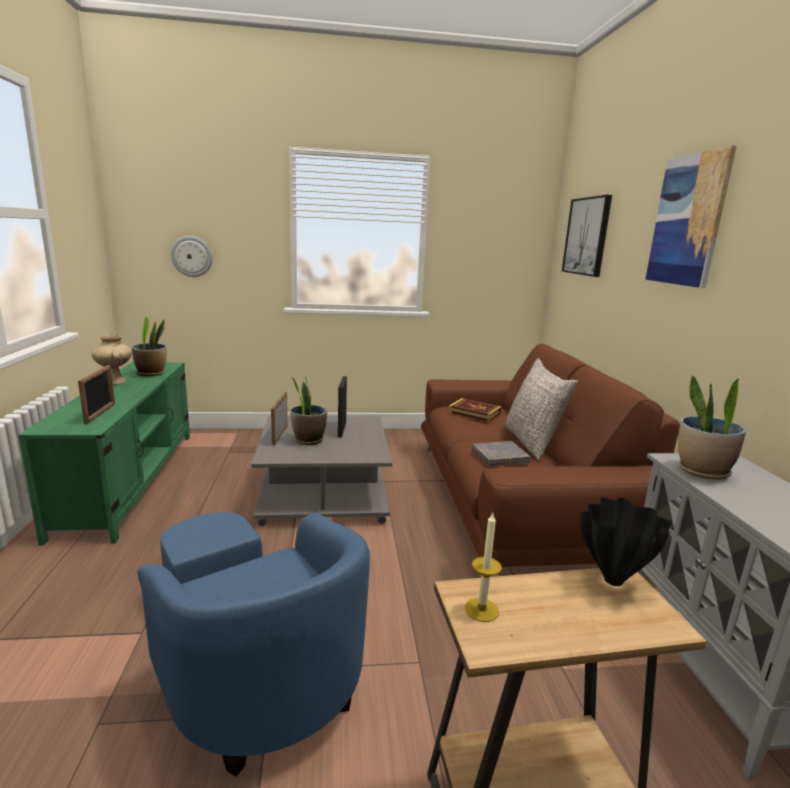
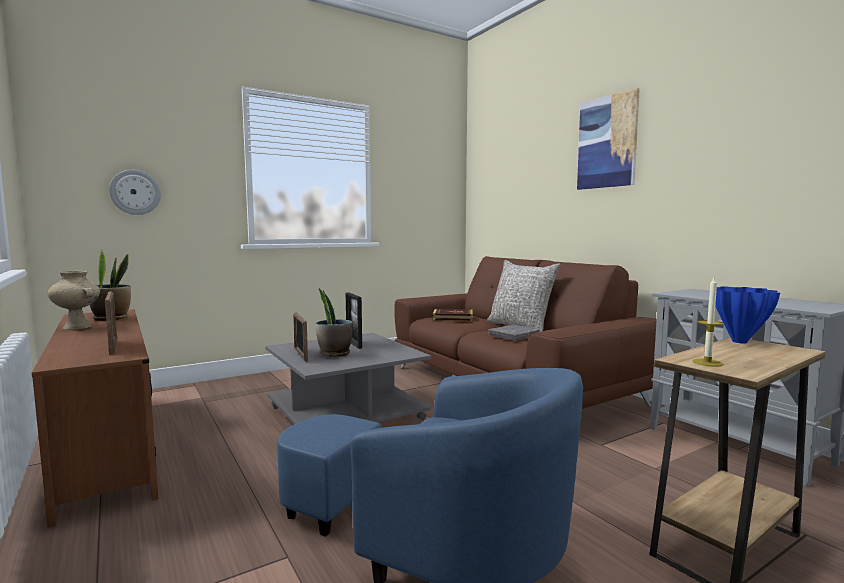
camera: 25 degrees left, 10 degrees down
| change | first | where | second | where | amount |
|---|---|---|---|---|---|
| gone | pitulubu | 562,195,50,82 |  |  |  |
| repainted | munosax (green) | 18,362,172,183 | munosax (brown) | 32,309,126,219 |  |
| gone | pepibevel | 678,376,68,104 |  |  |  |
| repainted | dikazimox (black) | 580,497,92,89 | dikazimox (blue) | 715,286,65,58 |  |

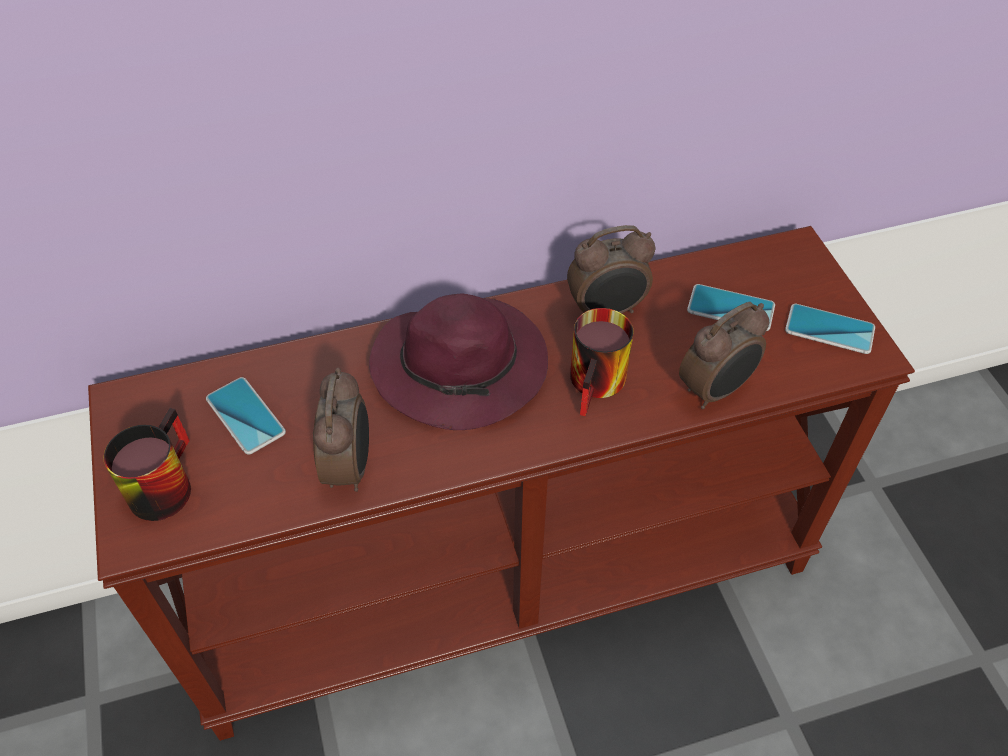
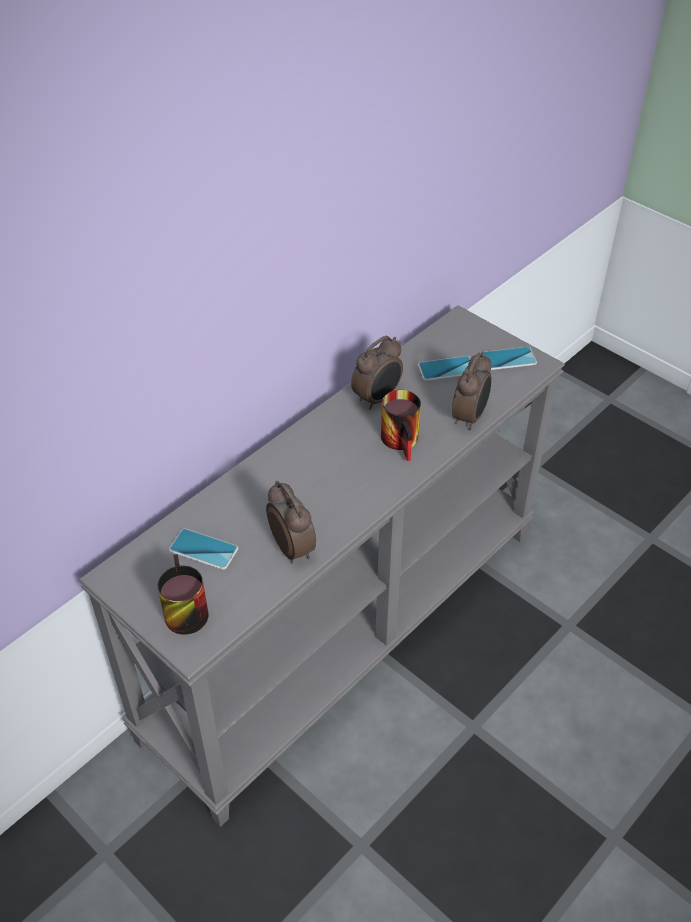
camera: 30 degrees left, 5 degrees down
| change | first | where | second | where | amount |
|---|---|---|---|---|---|
| repainted | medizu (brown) | 88,226,827,515 | medizu (grey) | 79,305,486,522 |  |
| gone | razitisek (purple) | 369,293,179,137 |  |  |  |

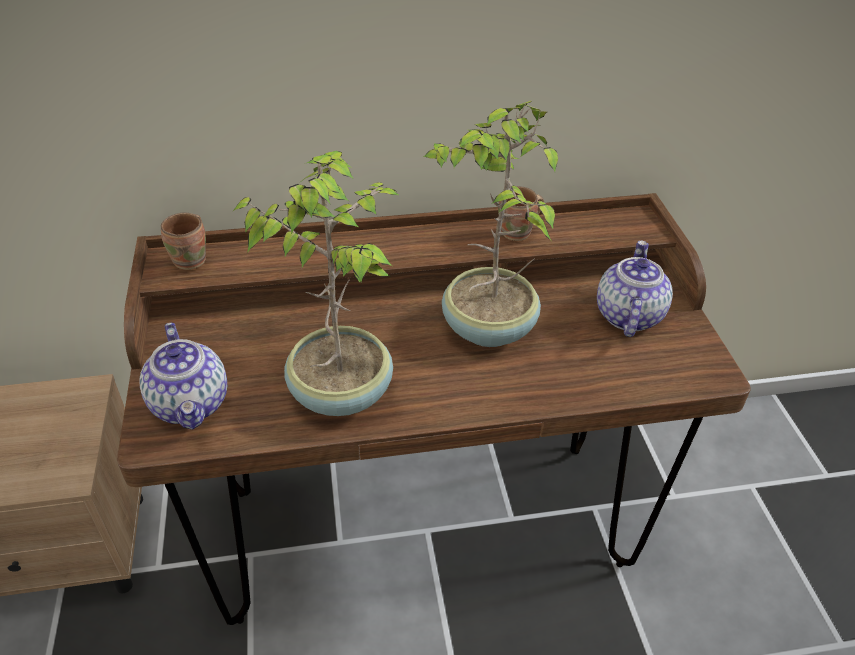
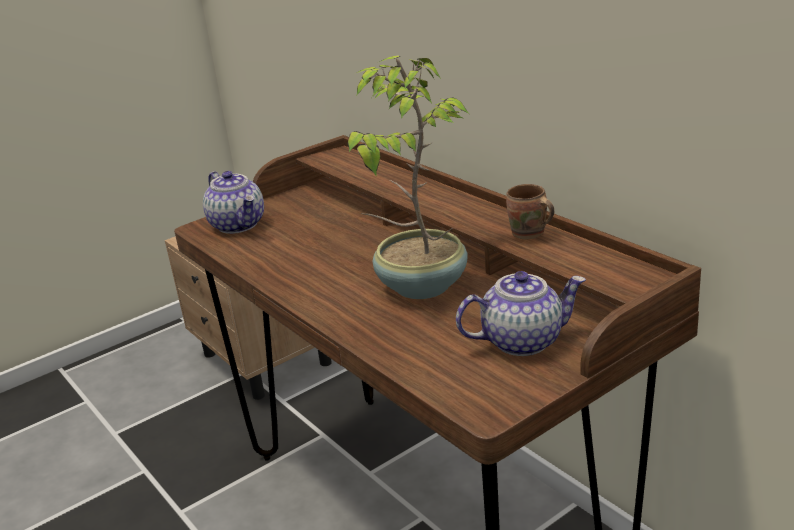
camera: 65 degrees right, 15 degrees down
| change | first | where | second | where | amount |
|---|---|---|---|---|---|
| gone | pepibevel | 233,150,165,266 |  |  |  |
| gone | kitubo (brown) | 161,212,45,58 |  |  |  |
| rotated | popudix | 140,323,87,107 |  | 203,171,61,63 | 75 degrees counterclockwise |

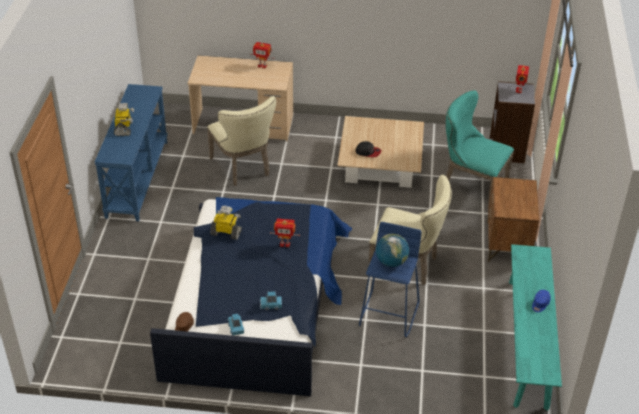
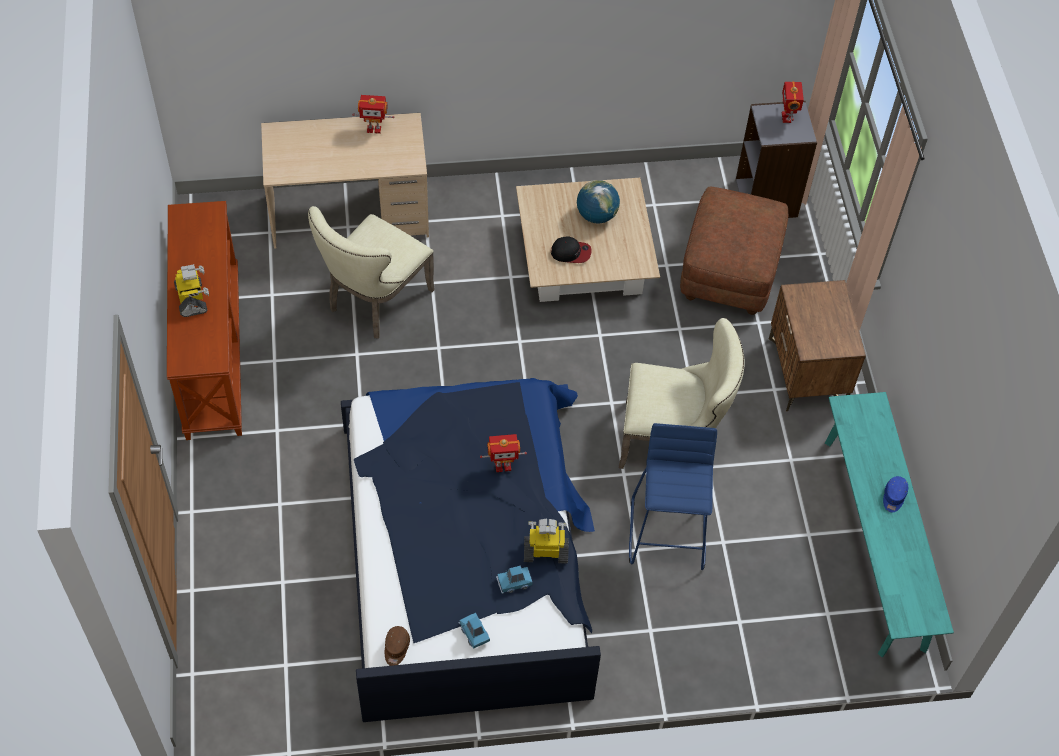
camera: 15 degrees left, 15 degrees up
| change | first | where | second | where | amount |
|---|---|---|---|---|---|
| repainted | medizu (blue) | 94,84,74,137 | medizu (brown) | 167,201,75,239 |  |
| swapped | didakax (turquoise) | 446,90,68,117 | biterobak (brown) | 680,186,108,129 |  |
| rotated | didakax (beige) | 207,96,69,90 |  | 308,206,127,133 | 75 degrees clockwise |
| shifted | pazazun | 210,205,32,35 |  | 524,519,45,45 |  |
| shifted | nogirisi | 376,234,33,33 |  | 577,180,43,43 |  |

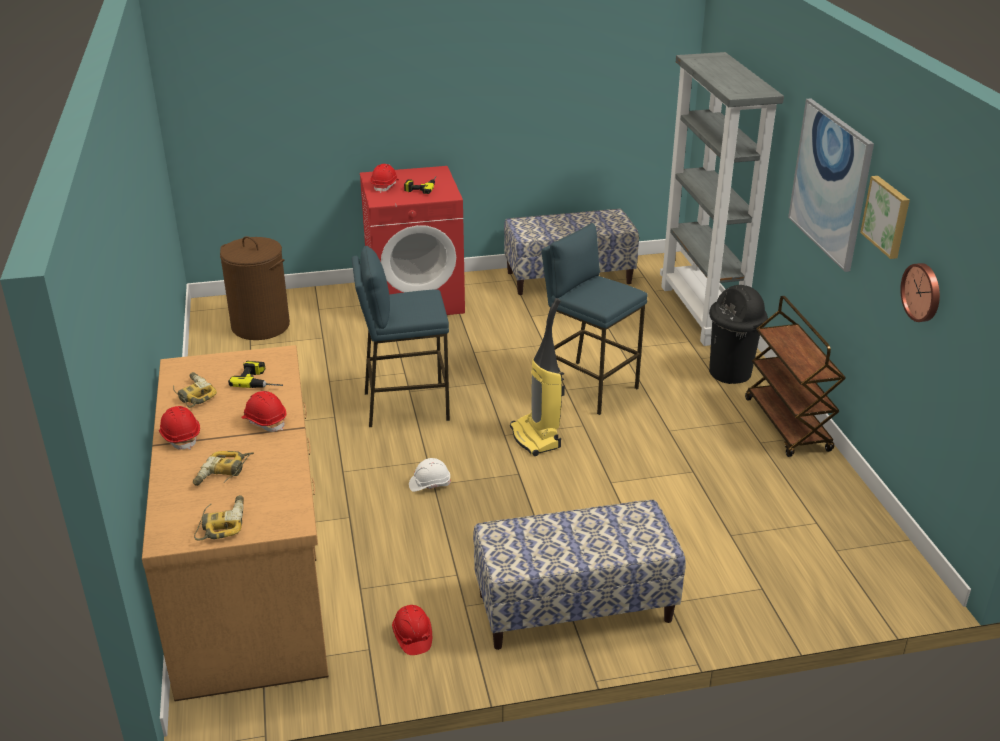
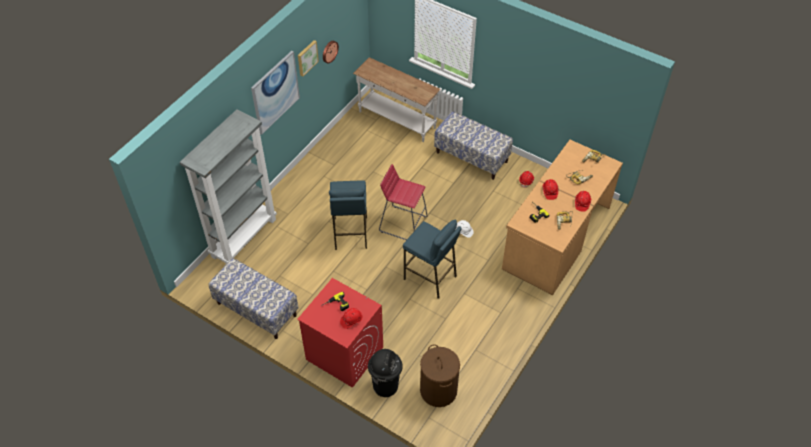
camera: 135 degrees left, 20 degrees up
| change | first | where | second | where | amount |
|---|---|---|---|---|---|
| shifted | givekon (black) | 709,285,59,99 |  | 368,349,35,48 |  |
| gone | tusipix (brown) | 745,296,101,161 |  |  |  |
| swapped | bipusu | 510,298,55,158 | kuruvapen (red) | 379,164,49,76 |  |
| new |  |  | medizu (white) | 353,57,87,85 |  |

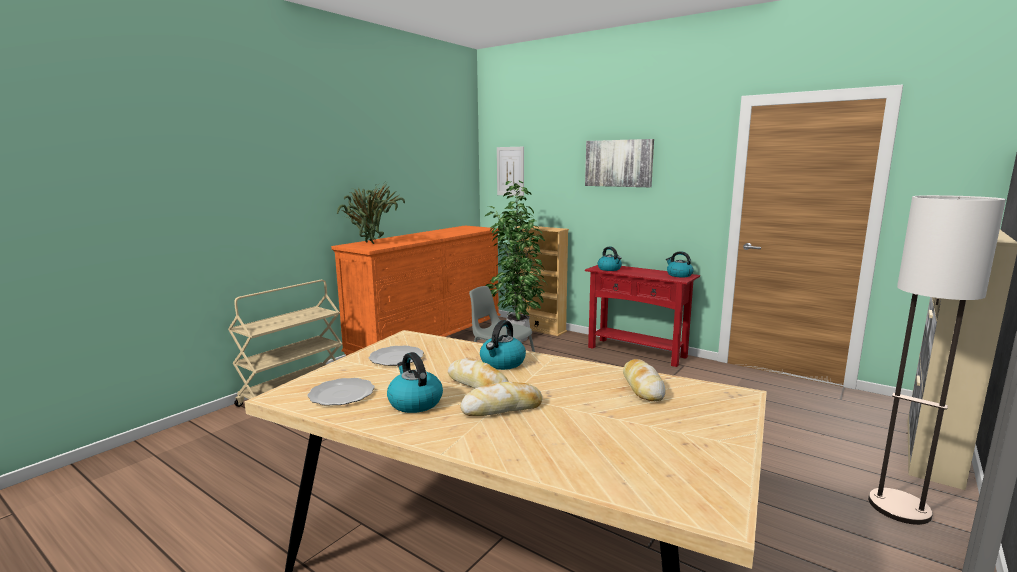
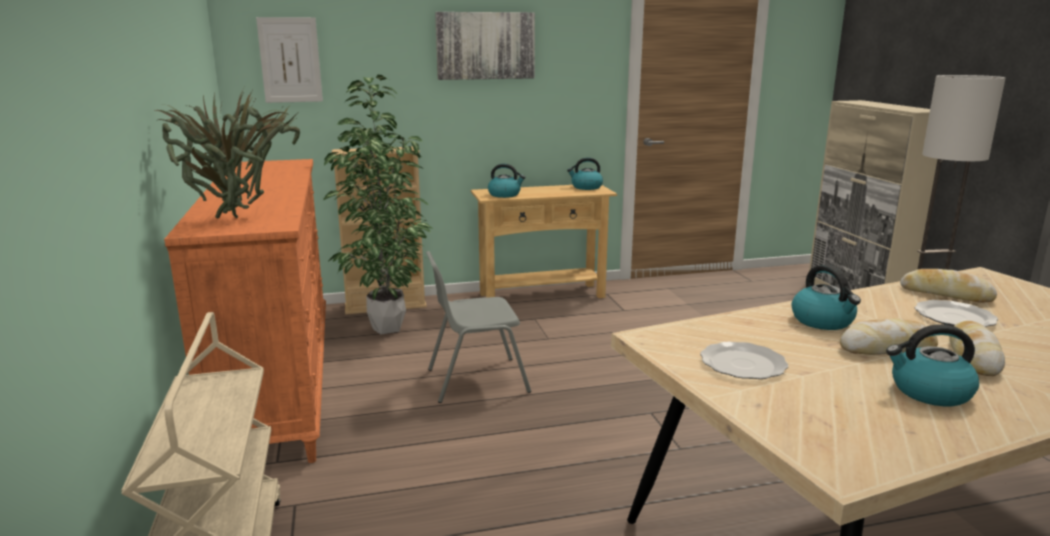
camera: 50 degrees left, 5 degrees up
| change | first | where | second | where | amount |
|---|---|---|---|---|---|
| repainted | medizu (red) | 585,265,115,102 | medizu (beige) | 471,185,146,113 |  |
| shifted | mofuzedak | 307,378,68,28 |  | 914,300,84,27 |  |

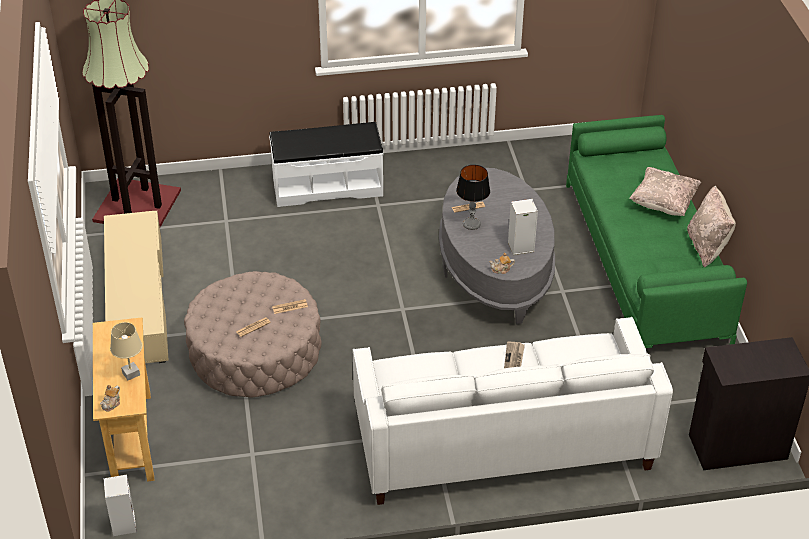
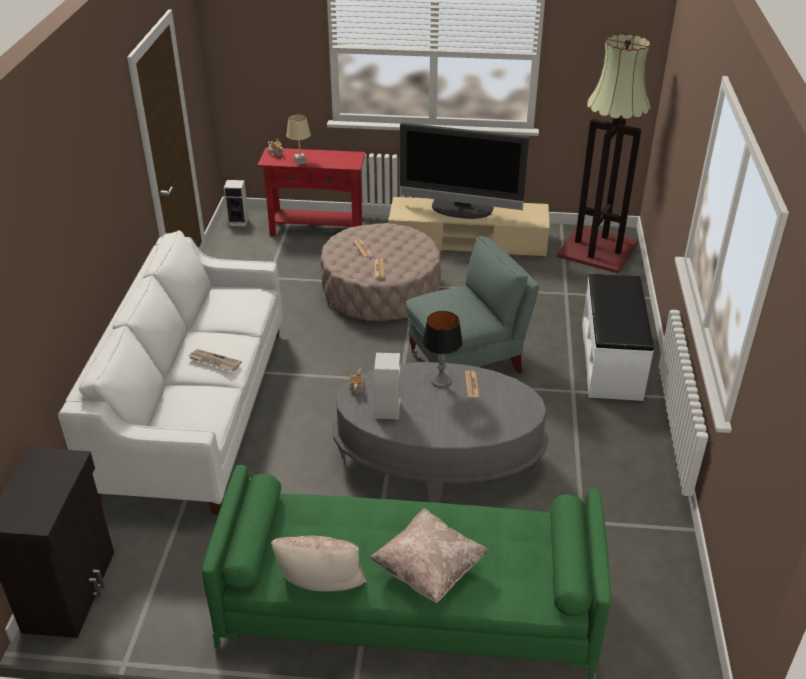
camera: 105 degrees right, 5 degrees down
| change | first | where | second | where | amount |
|---|---|---|---|---|---|
| repainted | medizu (beige) | 93,317,61,165 | medizu (red) | 257,148,108,88 |  |
| new |  |  | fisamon | 400,122,129,97 |  |
| new |  |  | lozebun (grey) | 406,236,133,137 |  |

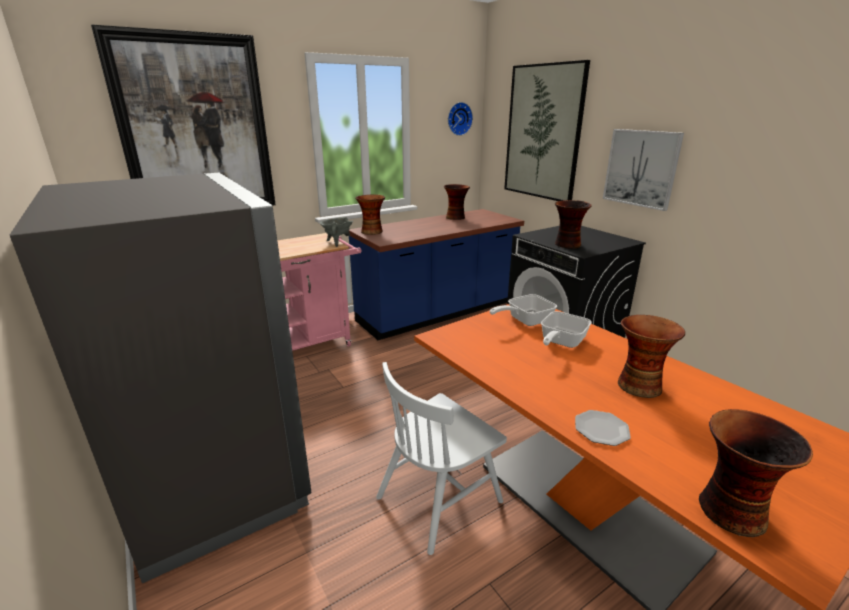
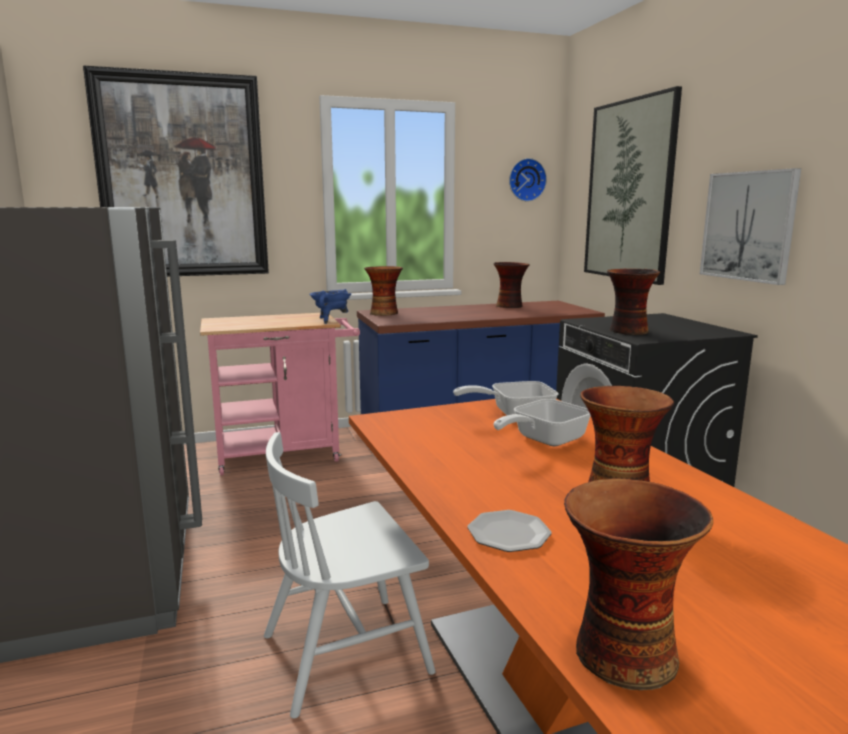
camera: 15 degrees right, 10 degrees down
| change | first | where | second | where | amount |
|---|---|---|---|---|---|
| repainted | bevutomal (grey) | 320,217,33,30 | bevutomal (blue) | 309,289,43,35 |  |

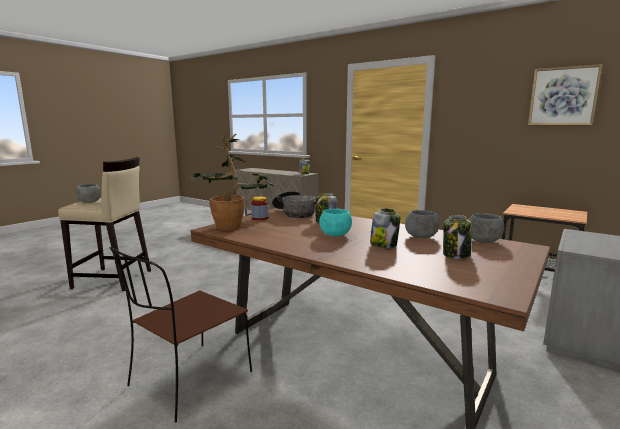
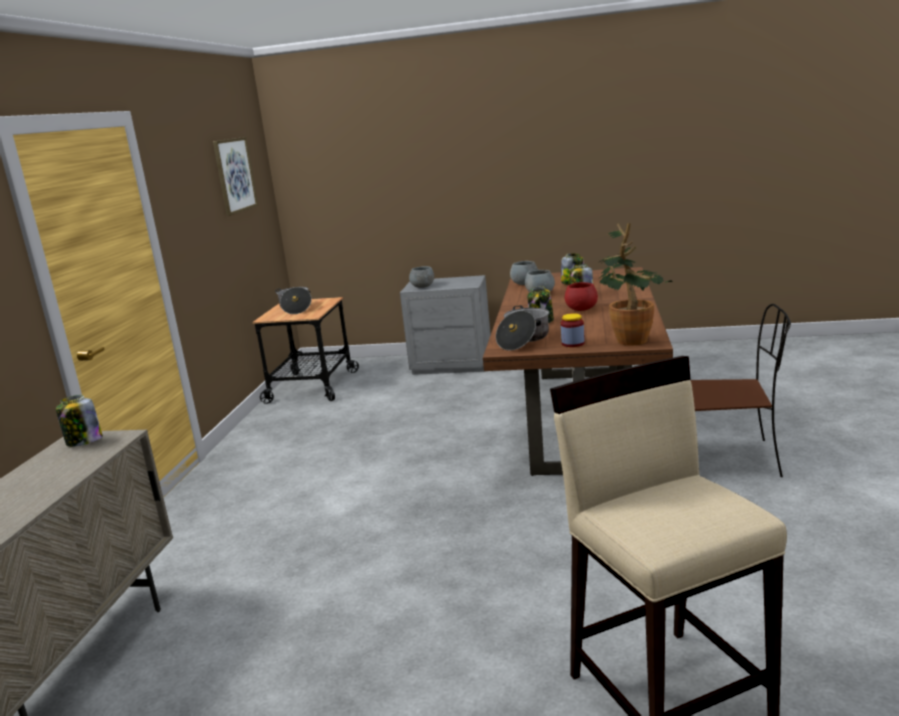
camera: 115 degrees left, 5 degrees up
| change | first | where | second | where | amount |
|---|---|---|---|---|---|
| shifted | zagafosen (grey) | 76,184,25,19 |  | 409,266,25,22 |  |
| repainted | zagafosen (turquoise) | 319,209,33,27 | zagafosen (red) | 565,282,33,29 |  |
| new |  |  | bevutomal | 275,287,37,27 |  |

